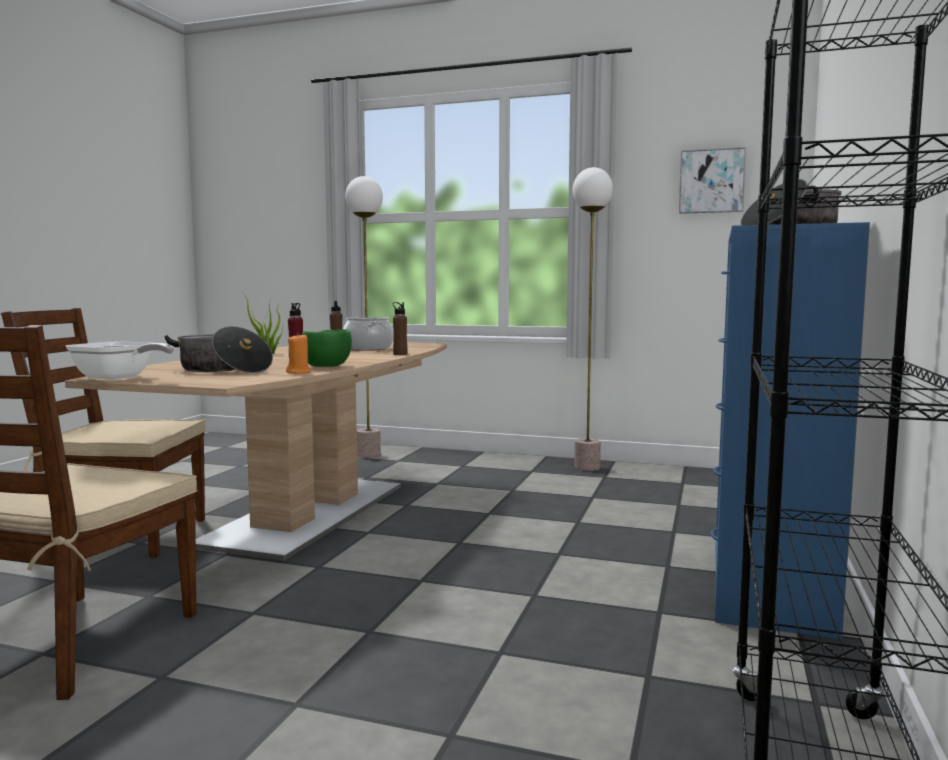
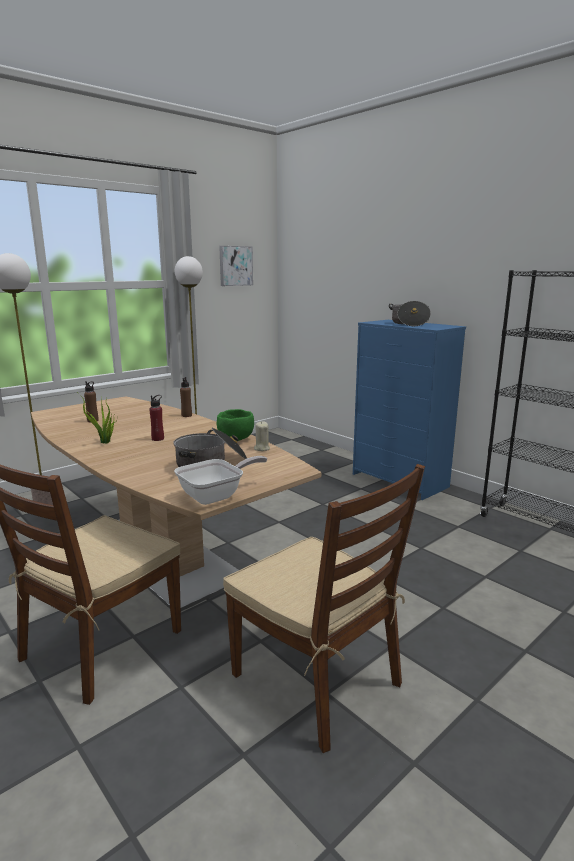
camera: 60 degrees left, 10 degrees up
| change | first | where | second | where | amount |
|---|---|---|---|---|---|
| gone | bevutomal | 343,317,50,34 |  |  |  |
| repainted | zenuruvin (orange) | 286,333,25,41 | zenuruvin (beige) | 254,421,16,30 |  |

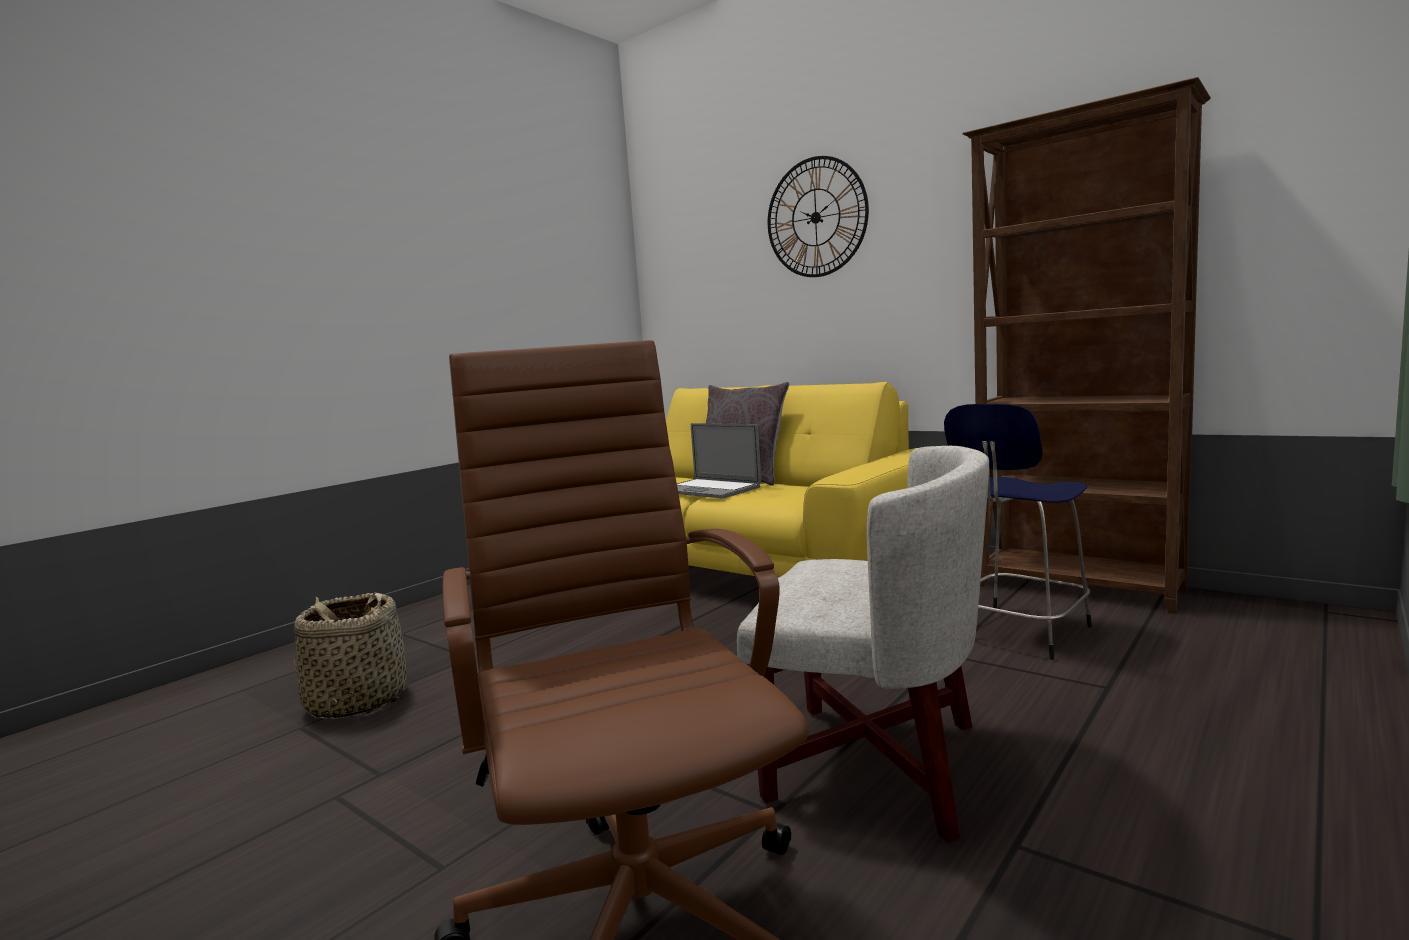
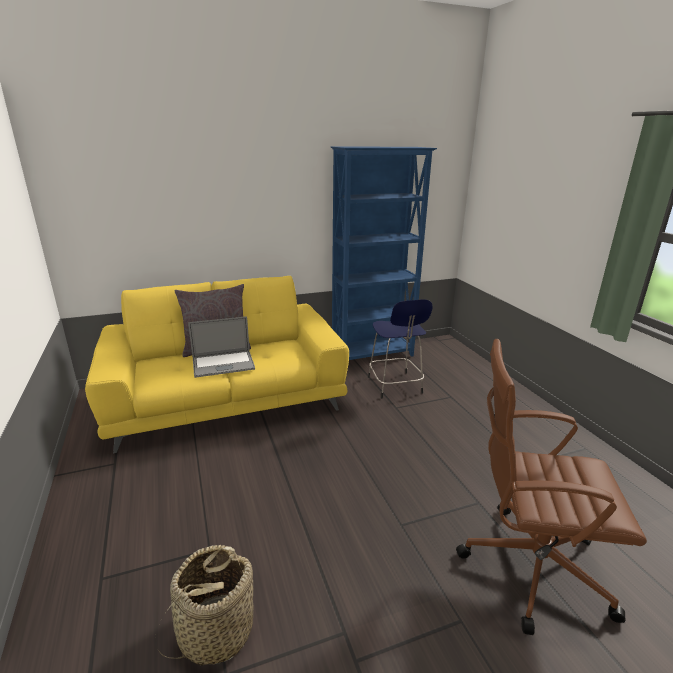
camera: 60 degrees left, 15 degrees up
| change | first | where | second | where | amount |
|---|---|---|---|---|---|
| repainted | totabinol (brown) | 962,77,249,536 | totabinol (blue) | 331,146,106,214 |  |
| gone | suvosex | 768,156,101,121 |  |  |  |
| gone | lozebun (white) | 737,446,252,397 |  |  |  |

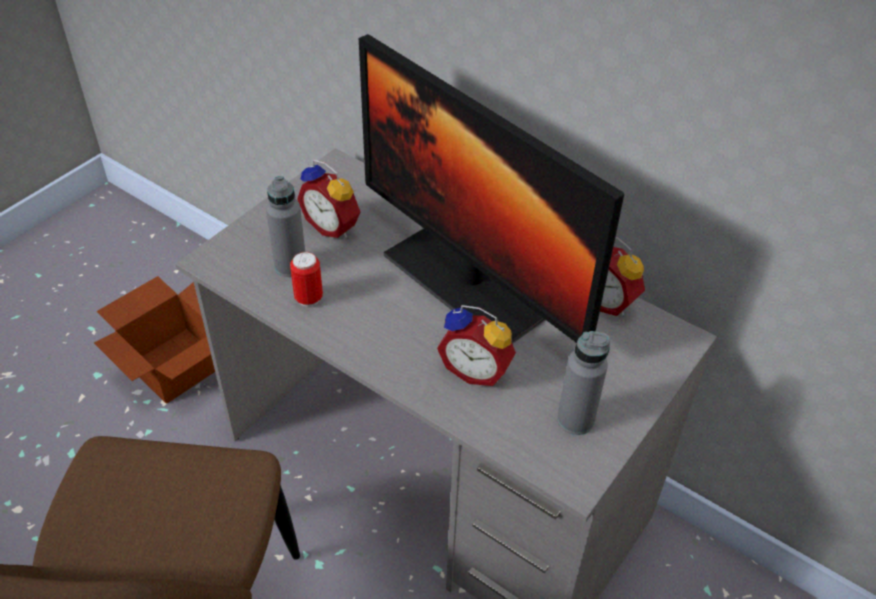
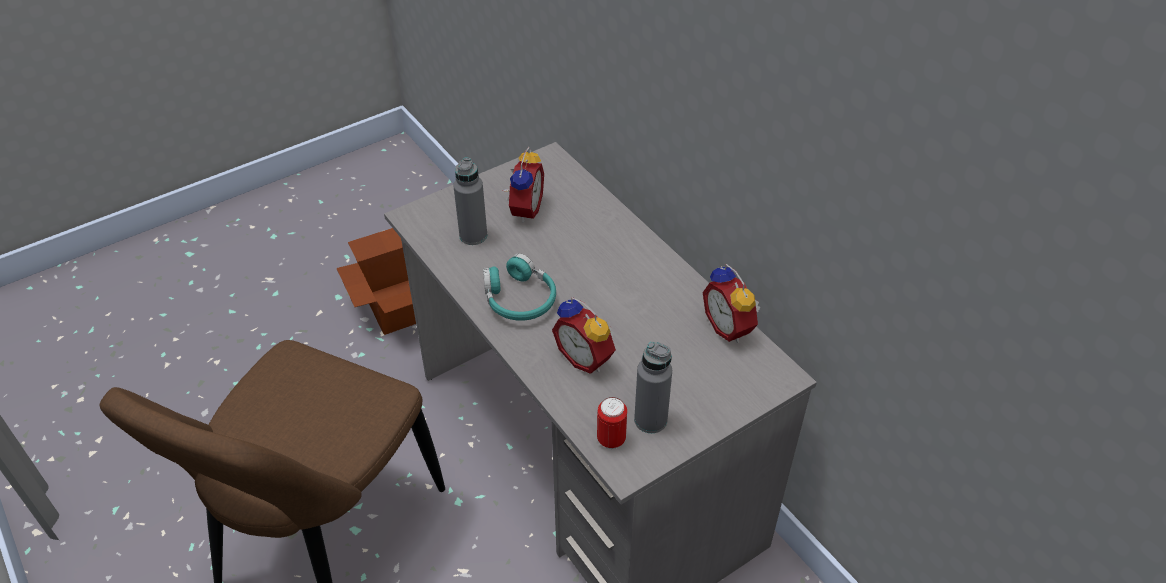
camera: 20 degrees right, 0 degrees up
| change | first | where | second | where | amount |
|---|---|---|---|---|---|
| gone | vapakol | 359,34,265,310 |  |  |  |
| rotated | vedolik | 297,160,63,78 |  | 503,147,41,76 | 135 degrees counterclockwise |
| shifted | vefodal | 290,252,33,55 |  | 597,397,30,52 |  |
| new |  |  | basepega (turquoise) | 483,253,73,68 |  |

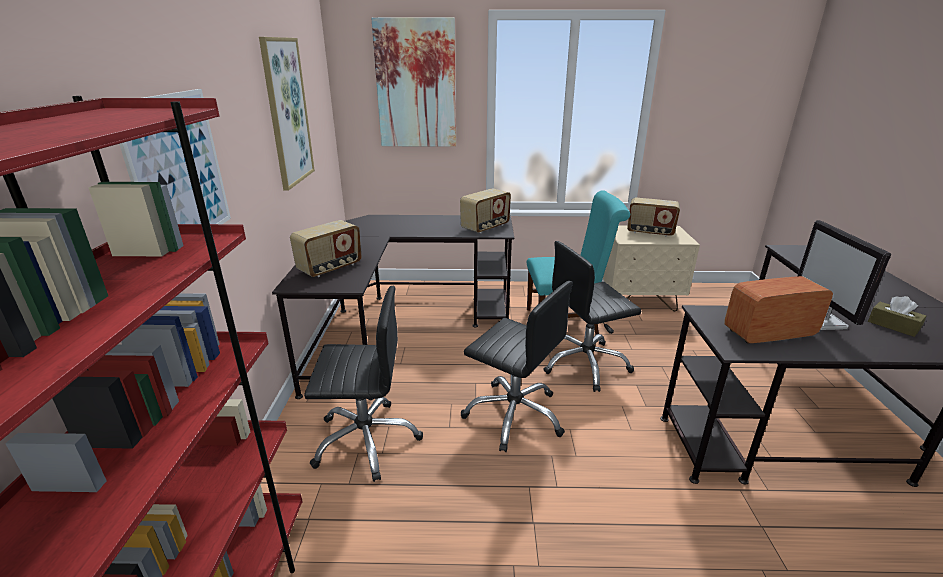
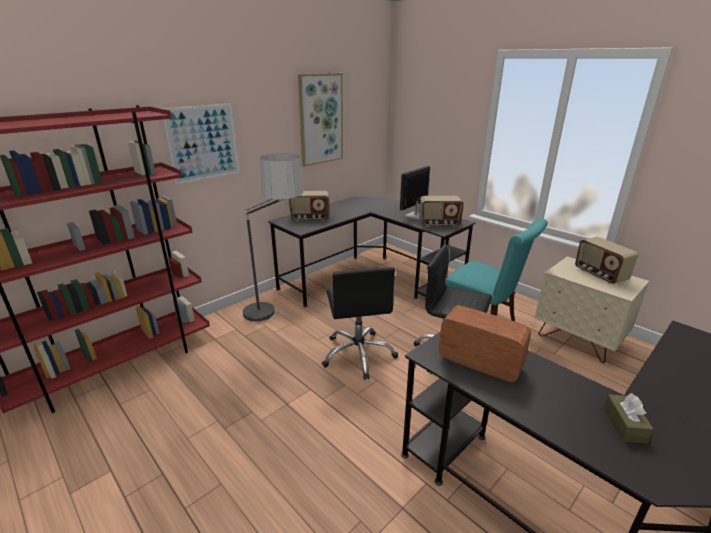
camera: 45 degrees right, 0 degrees up
| change | first | where | second | where | amount |
|---|---|---|---|---|---|
| gone | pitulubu | 371,18,85,129 |  |  |  |
| shifted | vapakol | 797,220,94,110 |  | 400,166,30,54 |  |
| swapped | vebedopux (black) | 304,286,119,196 | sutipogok | 243,153,60,169 |  |

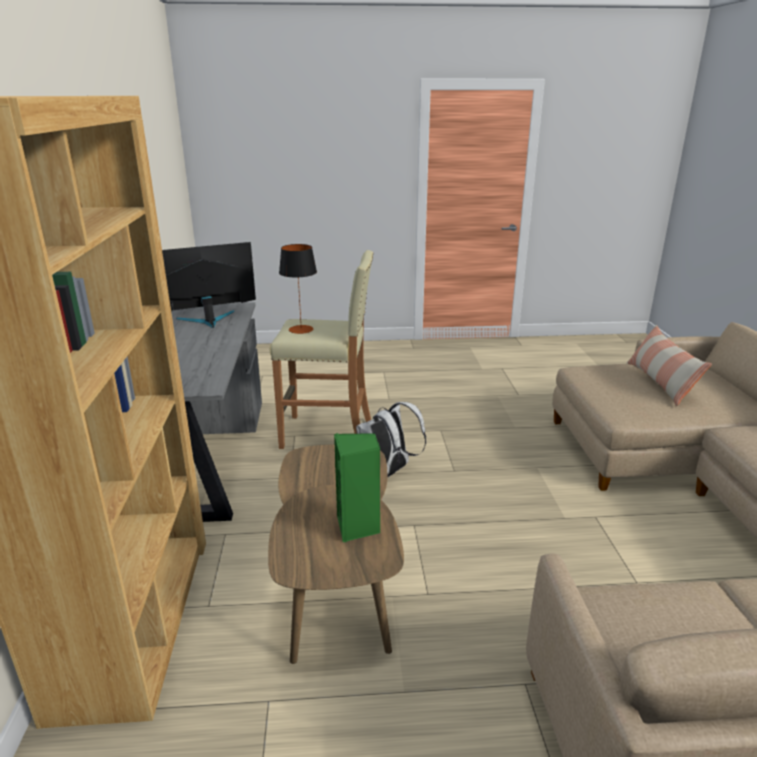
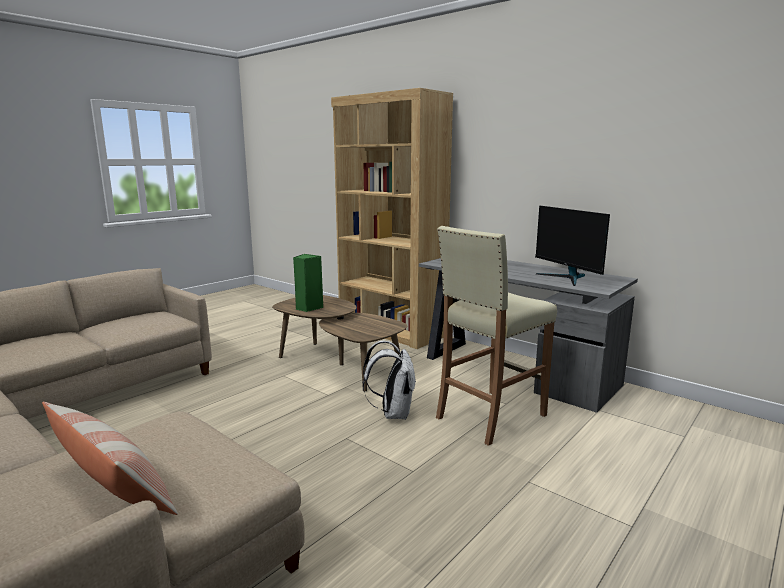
camera: 135 degrees right, 10 degrees down
| change | first | where | second | where | amount |
|---|---|---|---|---|---|
| rotated | vapakol | 162,242,94,86 |  | 535,206,75,80 | 135 degrees clockwise |
| gone | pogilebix | 279,244,38,90 |  |  |  |

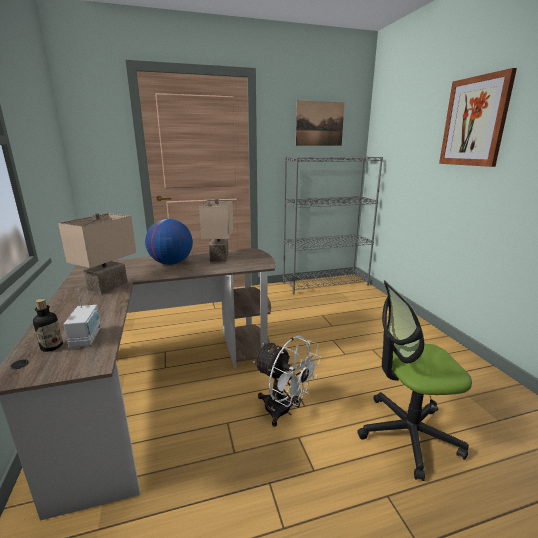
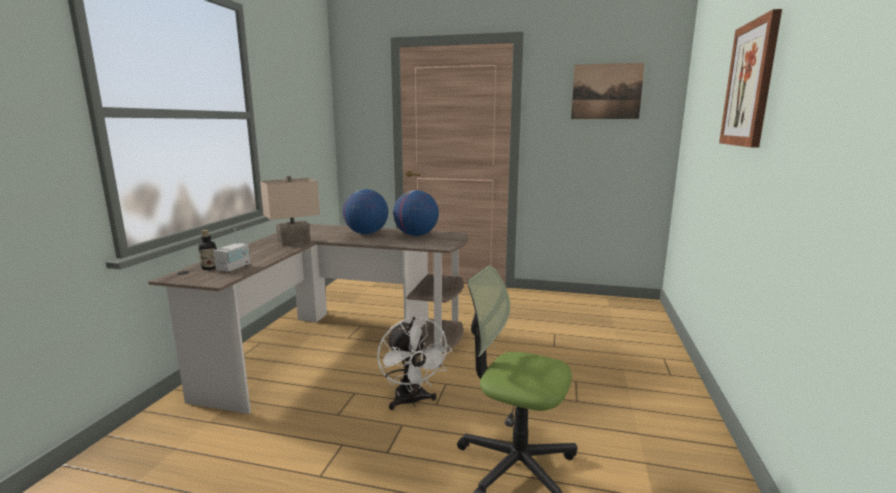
camera: 30 degrees right, 5 degrees down
| change | first | where | second | where | amount |
|---|---|---|---|---|---|
| gone | totabinol (grey) | 283,156,100,138 |  |  |  |
| swapped | pogilebix (beige) | 199,199,34,63 | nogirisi | 393,190,46,46 |  |

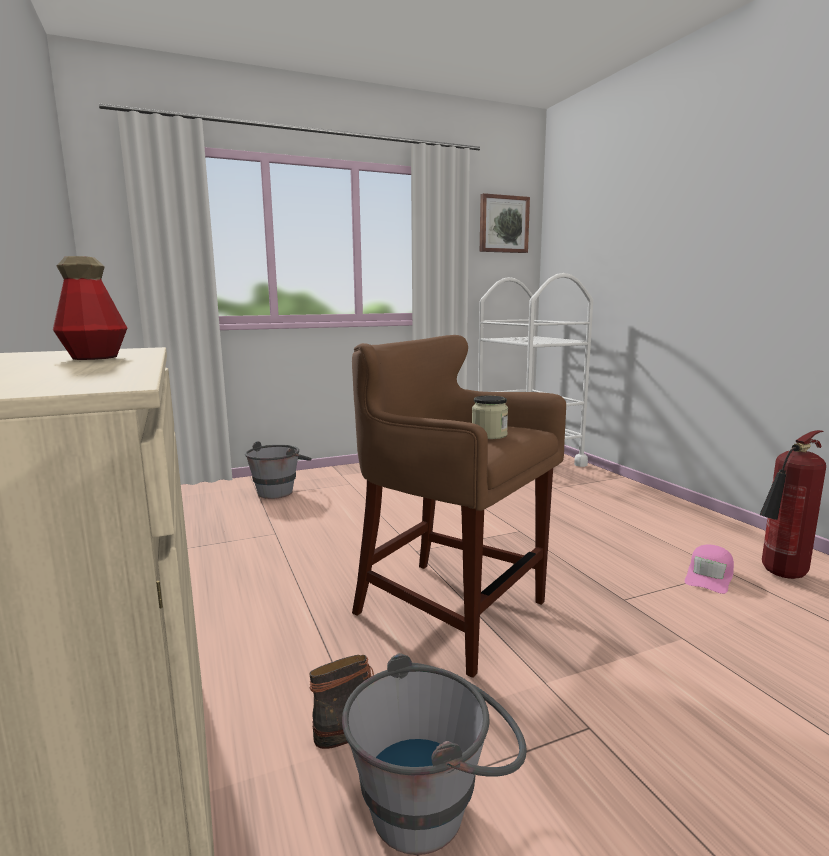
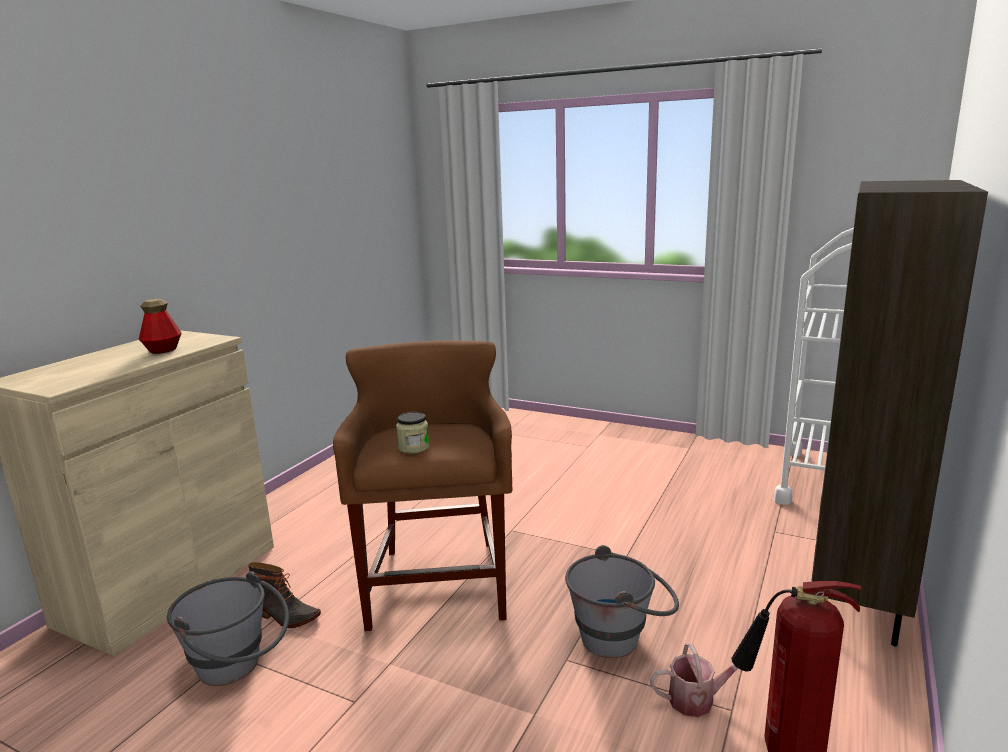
camera: 50 degrees right, 5 degrees up
| change | first | where | second | where | amount |
|---|---|---|---|---|---|
| gone | pitulubu | 480,193,50,60 |  |  |  |
| shifted | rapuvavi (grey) | 245,441,67,58 |  | 565,545,114,113 |  |
| swapped | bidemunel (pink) | 685,545,49,49 | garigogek | 650,644,88,73 |  |
| new |  |  | totabinol (brown) | 811,180,177,467 |  |

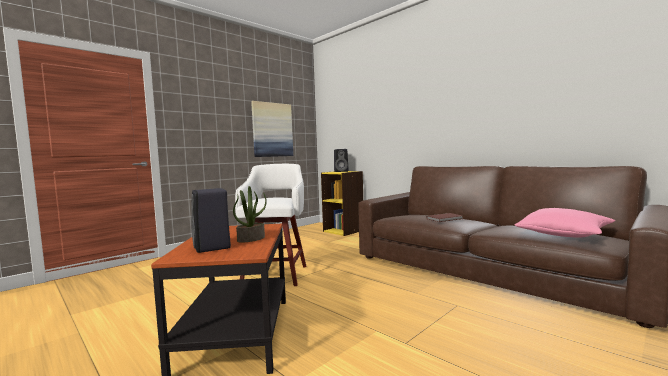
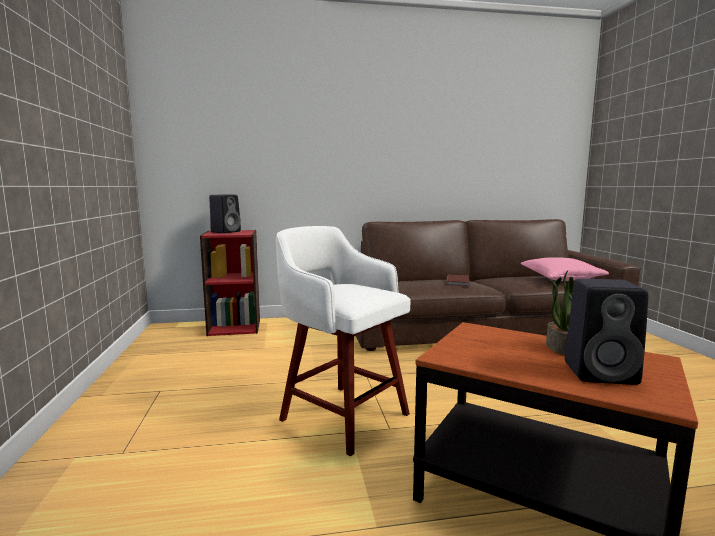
camera: 55 degrees left, 5 degrees up
| change | first | where | second | where | amount |
|---|---|---|---|---|---|
| gone | pitulubu | 251,101,42,56 |  |  |  |
| repainted | totabinol (yellow) | 321,171,42,65 | totabinol (red) | 200,230,60,106 |  |

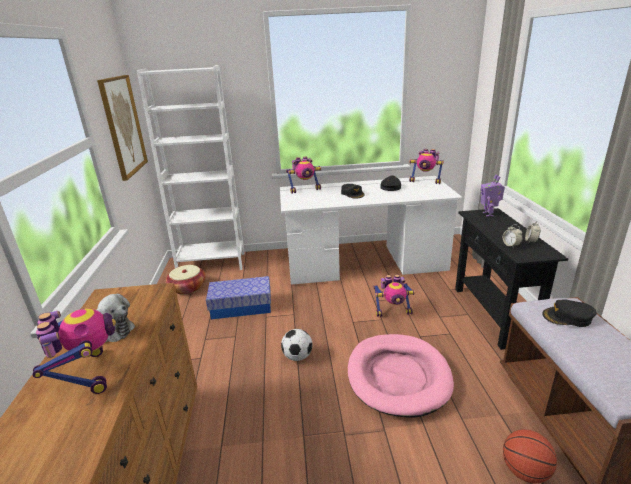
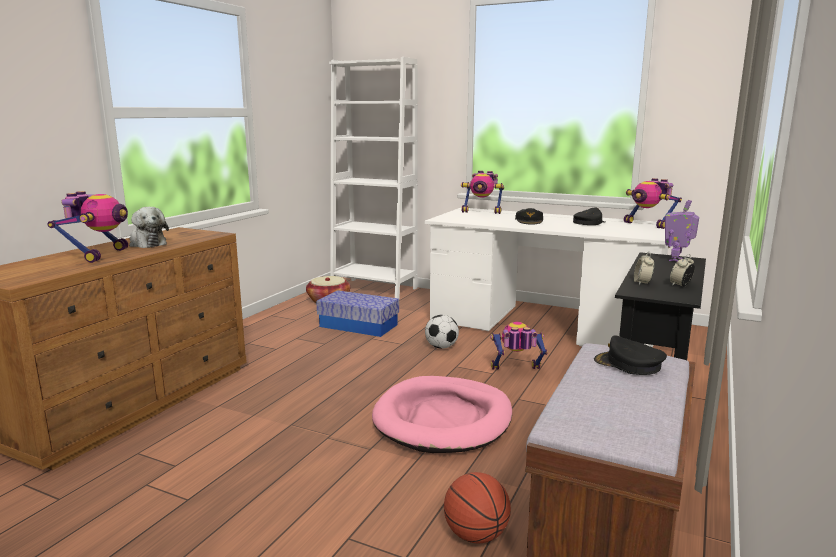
camera: 30 degrees right, 10 degrees down
| change | first | where | second | where | amount |
|---|---|---|---|---|---|
| gone | pitulubu | 97,75,51,106 |  |  |  |
| rotated | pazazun | 373,274,42,43 |  | 490,322,58,48 | 150 degrees clockwise |
| shifted | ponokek | 281,329,31,32 |  | 425,315,34,34 |  |

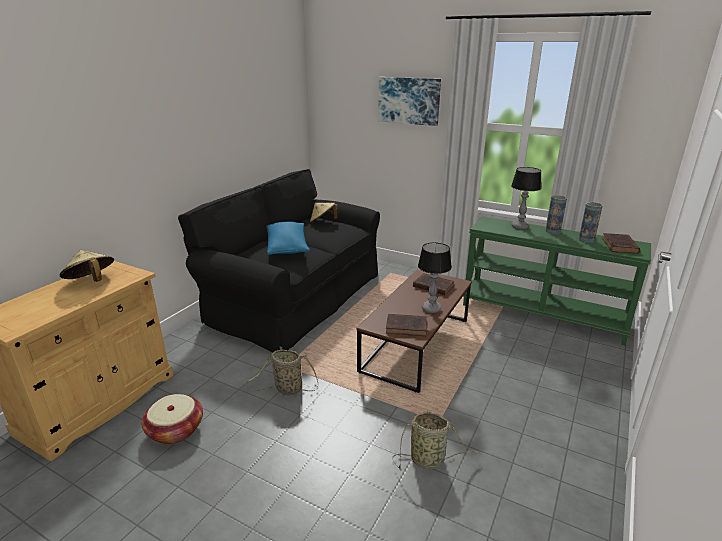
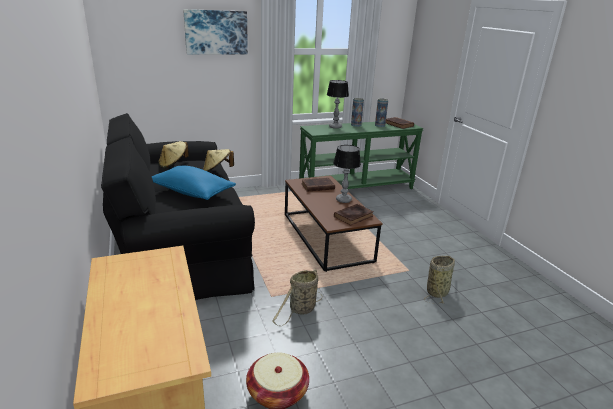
camera: 50 degrees left, 0 degrees up
| change | first | where | second | where | amount |
|---|---|---|---|---|---|
| shifted | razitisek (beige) | 60,250,54,32 |  | 203,149,31,23 |  |

